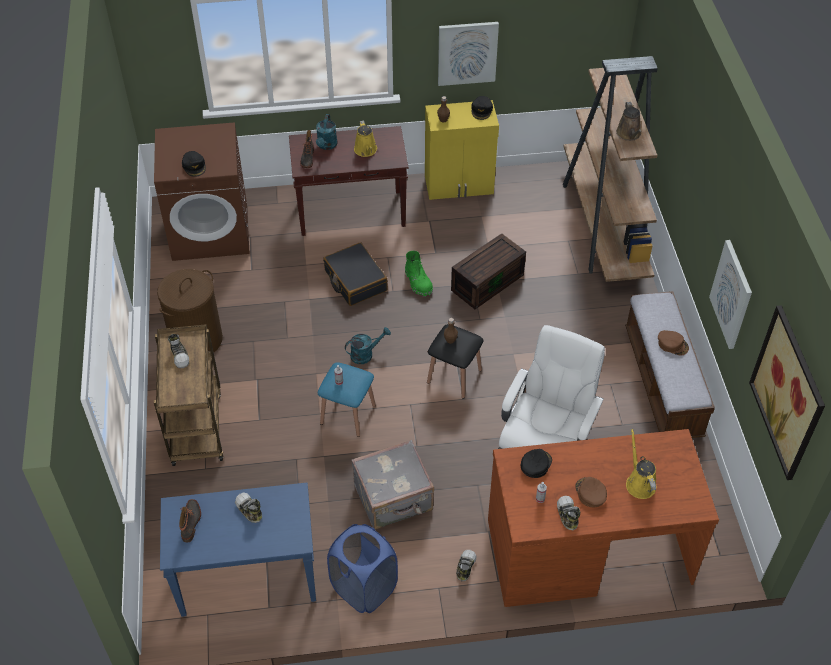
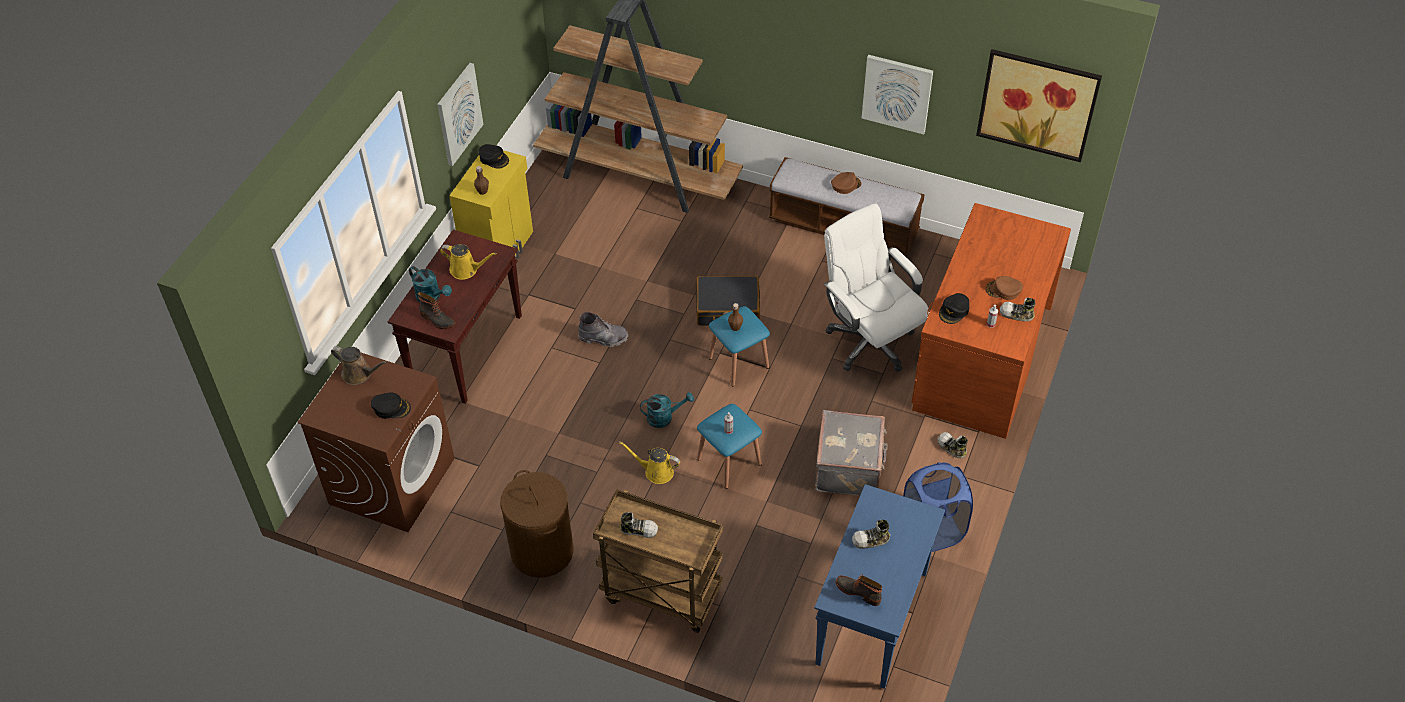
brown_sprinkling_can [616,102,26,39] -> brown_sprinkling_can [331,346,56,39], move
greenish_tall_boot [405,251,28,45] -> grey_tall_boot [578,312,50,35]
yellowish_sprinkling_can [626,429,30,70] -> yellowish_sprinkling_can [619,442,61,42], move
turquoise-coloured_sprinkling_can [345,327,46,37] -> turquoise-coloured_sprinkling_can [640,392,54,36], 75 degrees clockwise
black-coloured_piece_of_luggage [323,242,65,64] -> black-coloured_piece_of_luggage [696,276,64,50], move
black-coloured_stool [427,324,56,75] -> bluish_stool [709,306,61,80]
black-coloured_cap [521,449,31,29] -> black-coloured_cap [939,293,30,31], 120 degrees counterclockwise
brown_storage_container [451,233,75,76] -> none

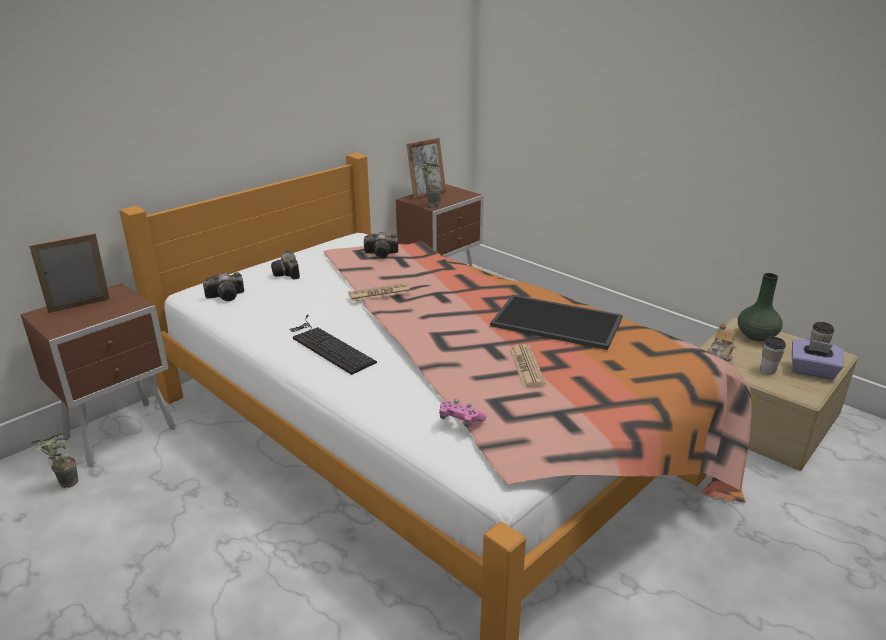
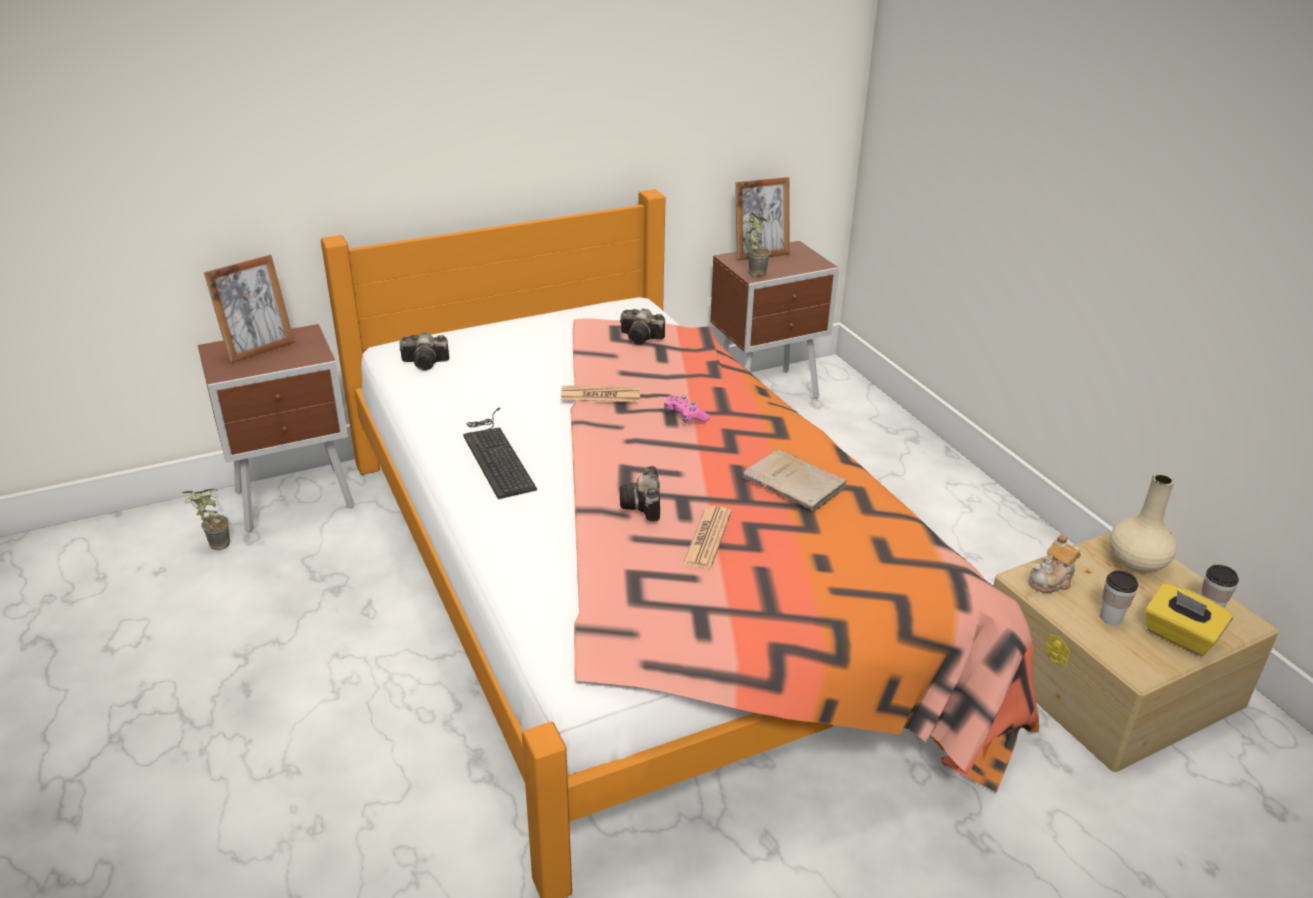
standing_frame [29,233,81,80] -> standing_frame [204,255,91,108], 150 degrees clockwise
photo_camera [271,250,29,29] -> photo_camera [620,466,40,56], move
pinkish_joypad [439,399,48,28] -> pinkish_joypad [664,395,46,28], move
serving_tray [490,295,132,55] -> beige_volume [743,449,105,62]
greenish_vase [738,273,45,69] -> beige_vase [1109,474,68,99]
purple_box_of_tissues [792,340,52,40] -> yellowish_box_of_tissues [1145,583,89,73]

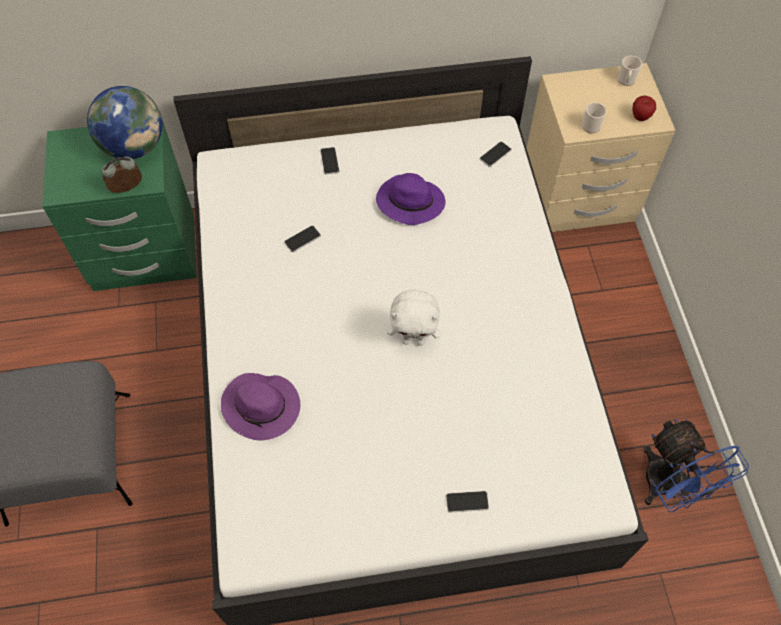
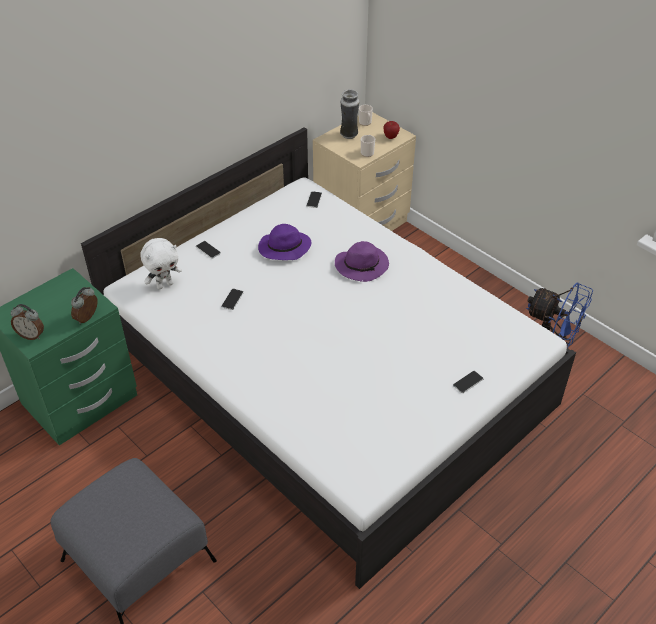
none -> alarm_clock [11,304,33,36]
white-coloured_soft_toy [387,290,54,56] -> white-coloured_soft_toy [140,238,42,51], move
purple_wearable_hat [221,373,80,68] -> purple_wearable_hat [335,241,54,41], move
none -> vase [340,89,19,50]
globe [87,86,75,73] -> none

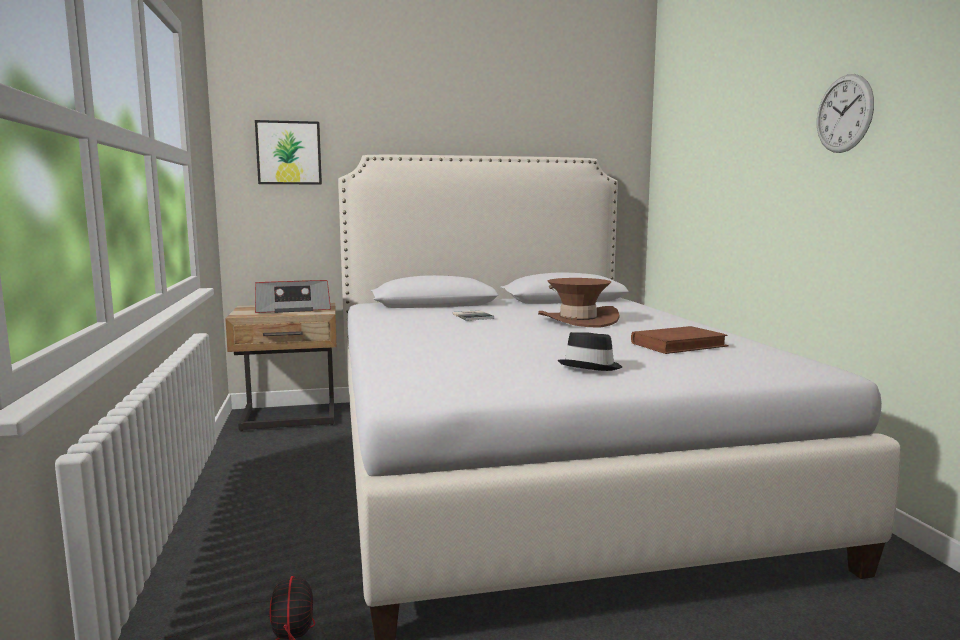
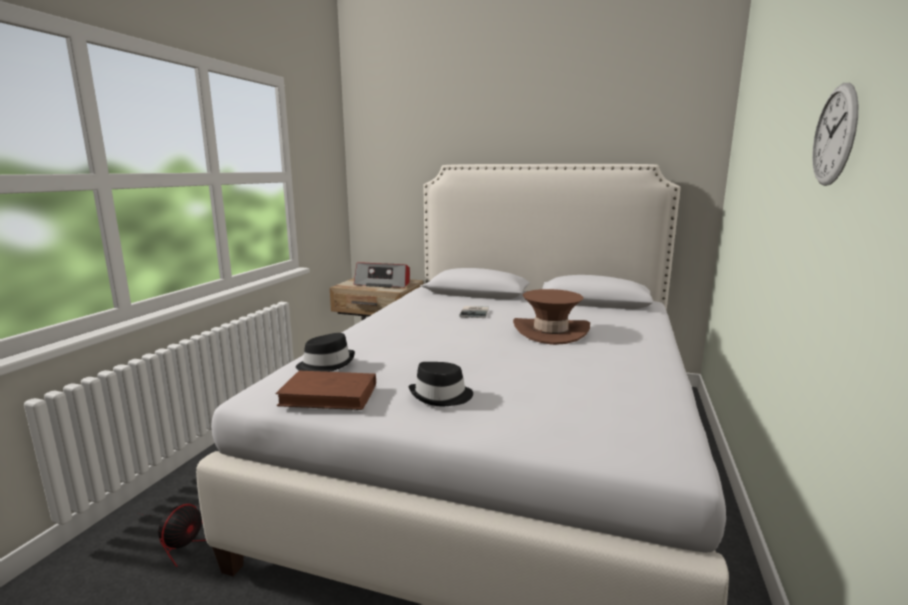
brown_volume [631,326,98,28] -> brown_volume [275,371,101,39], move
none -> black-coloured_wearable_hat [296,333,59,39]
picture [255,120,67,65] -> none

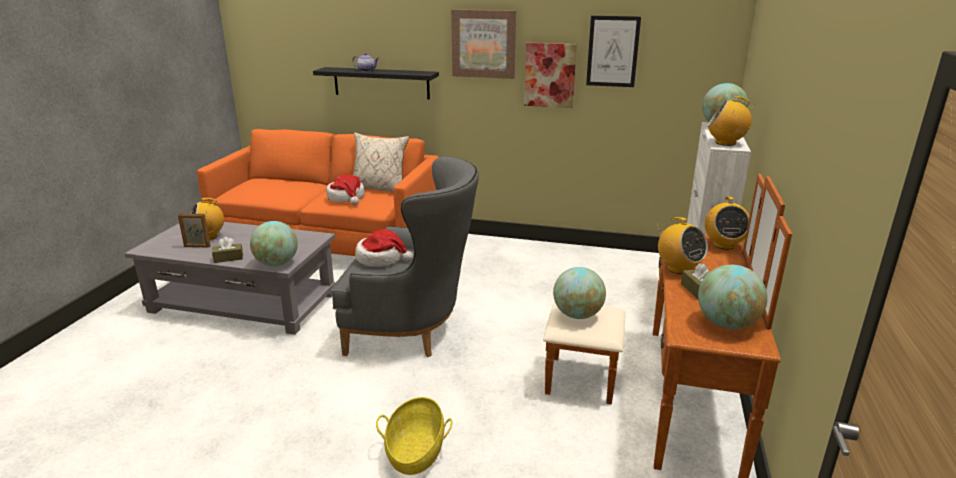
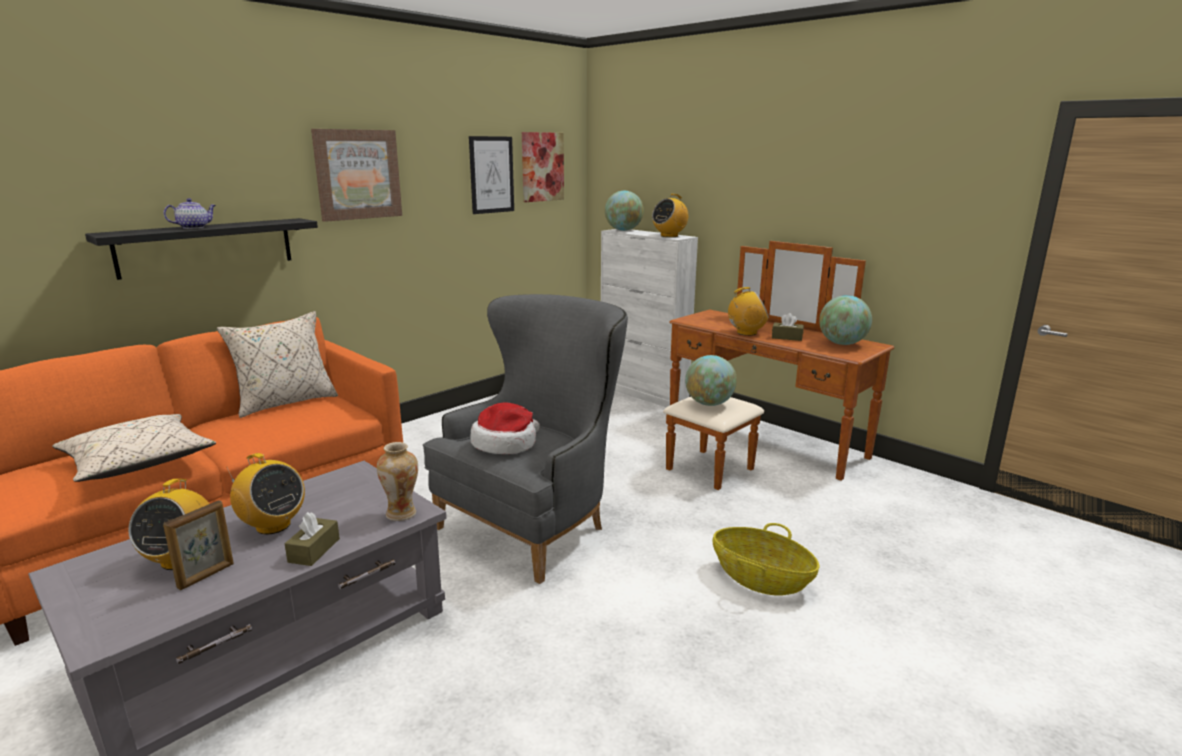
none -> beige_pillow [52,414,164,68]
radio_receiver [705,197,45,53] -> radio_receiver [227,453,78,82], move
globe [250,221,48,45] -> vase [377,442,41,79]
picture [524,43,53,65] -> picture [522,132,42,70], move
wearable_hat [326,174,39,31] -> none

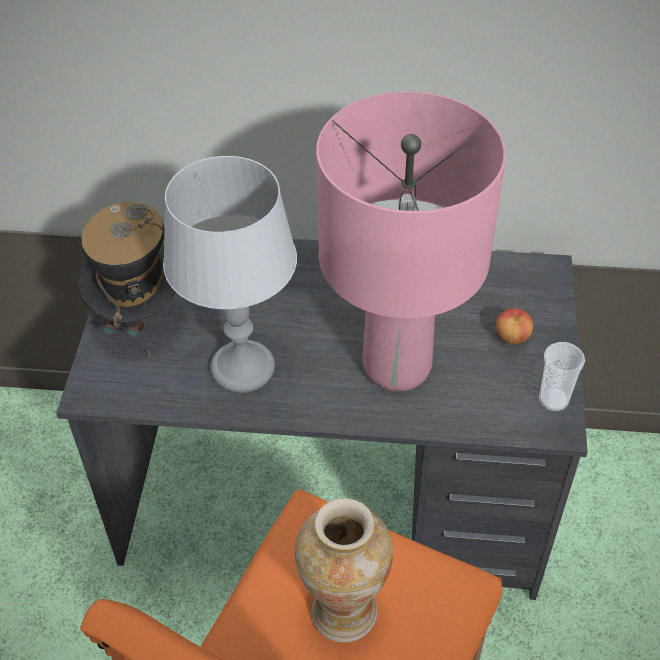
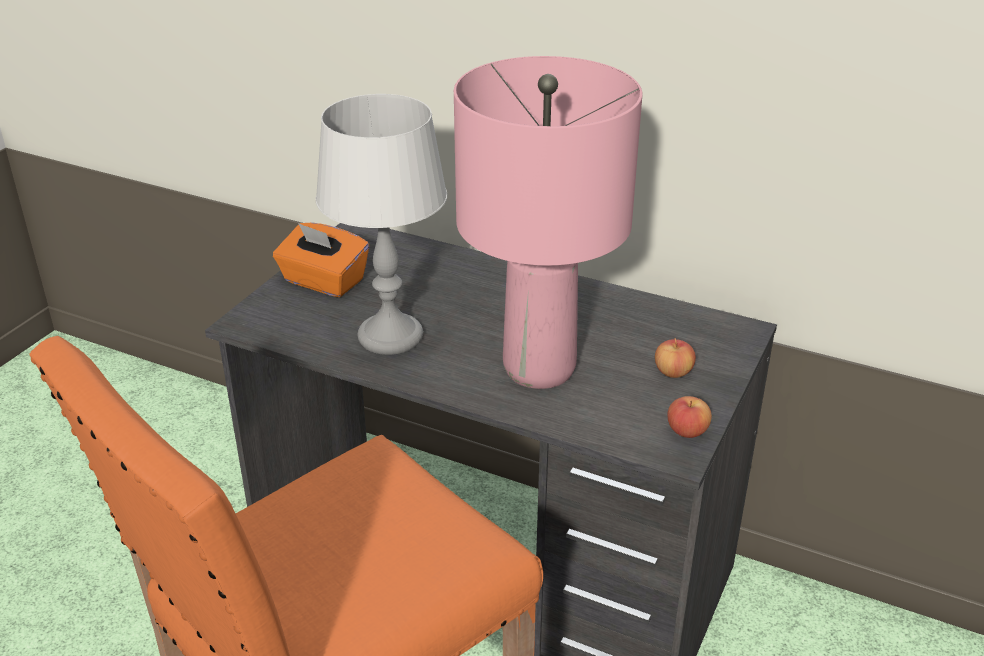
wearable_hat [79,201,97,157] -> orange_box_of_tissues [273,222,96,75]
cup [539,342,46,69] -> apple_fruit [667,396,45,42]
vase [295,498,98,144] -> none

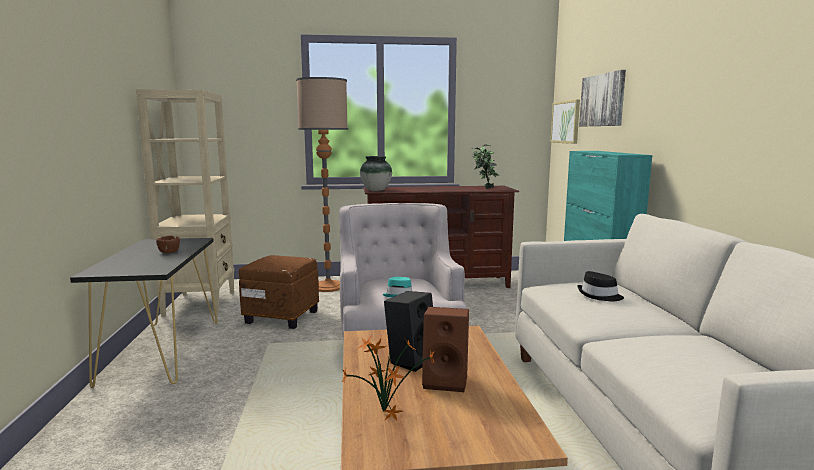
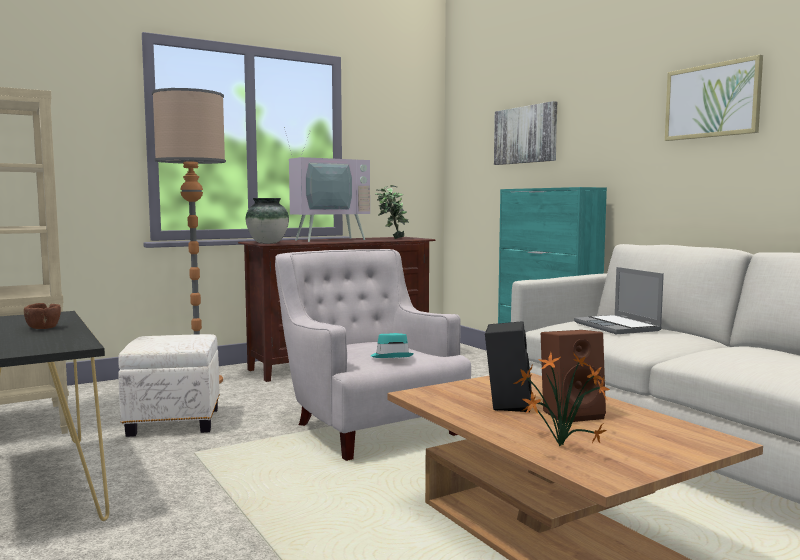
brown_footrest [239,255,80,74] -> white-coloured_footrest [118,334,102,103]
none -> TV [284,127,86,115]
black-coloured_wearable_hat [577,271,47,30] -> notebook_computer [574,267,90,67]
picture [551,99,29,45] -> picture [665,55,98,86], move

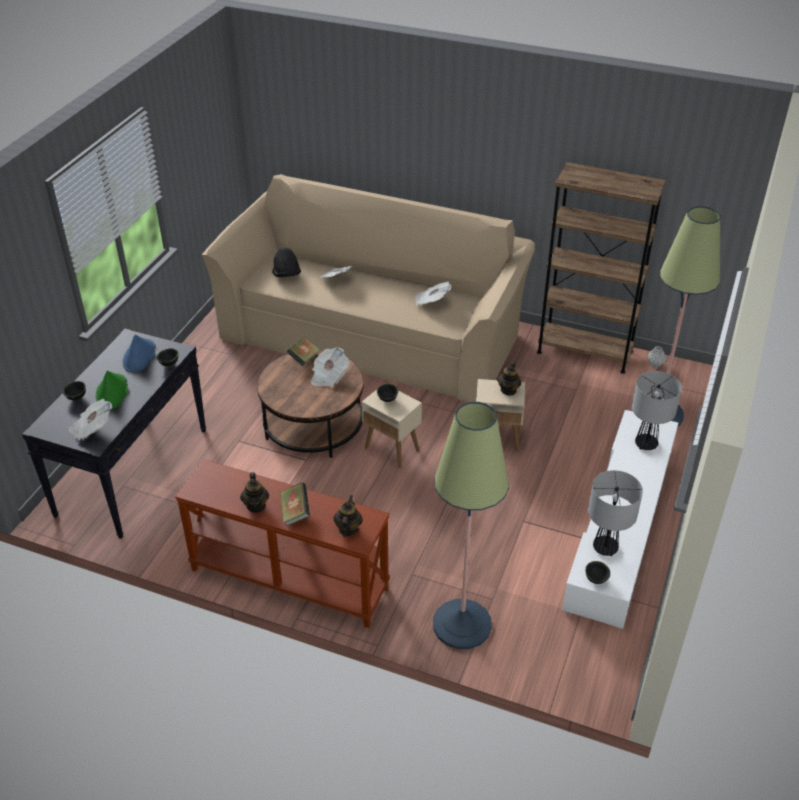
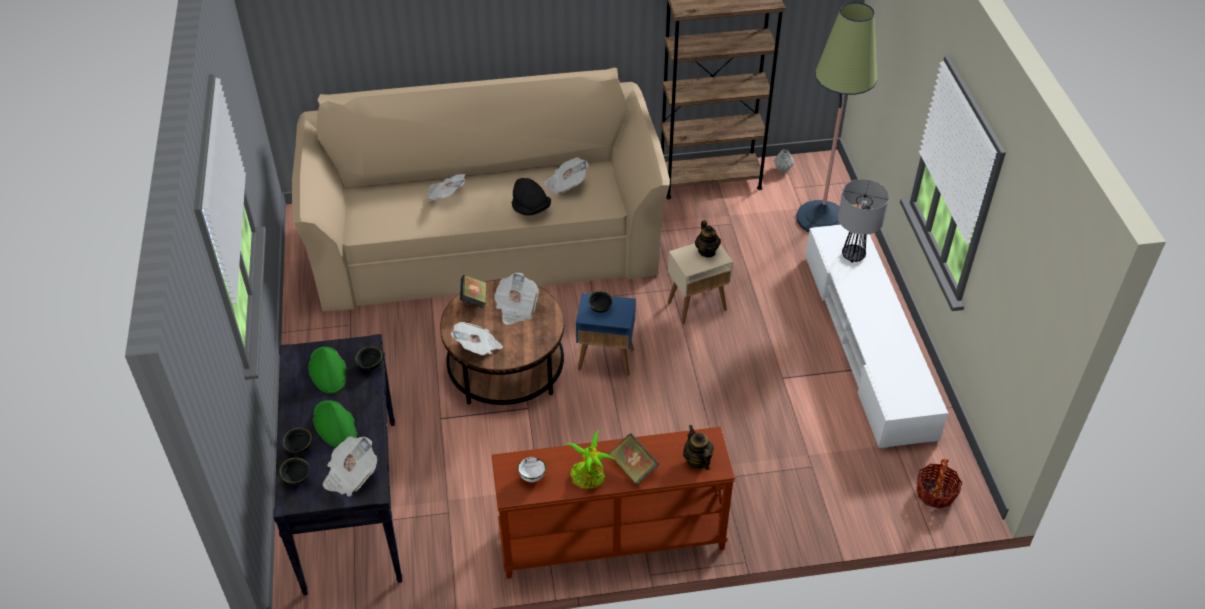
black-coloured_serving_bowl [585,561,25,23] -> black-coloured_serving_bowl [279,458,31,27], move
bluish_wearable_hat [123,335,33,37] -> greenish_wearable_hat [308,347,39,47]
none -> newspaper [451,322,52,34]
black-coloured_wearable_hat [272,247,29,30] -> black-coloured_wearable_hat [512,178,39,37], move
none -> white-coloured_serving_bowl [517,457,30,25]
pot_for_tea [240,472,29,41] -> houseplant [566,430,48,59]
beige_side_table [362,383,60,85] -> bluish_side_table [576,293,60,83]
none -> basket [917,459,45,50]
standard_lamp [433,402,76,247] -> none
tabletop_lamp [588,470,55,86] -> none

